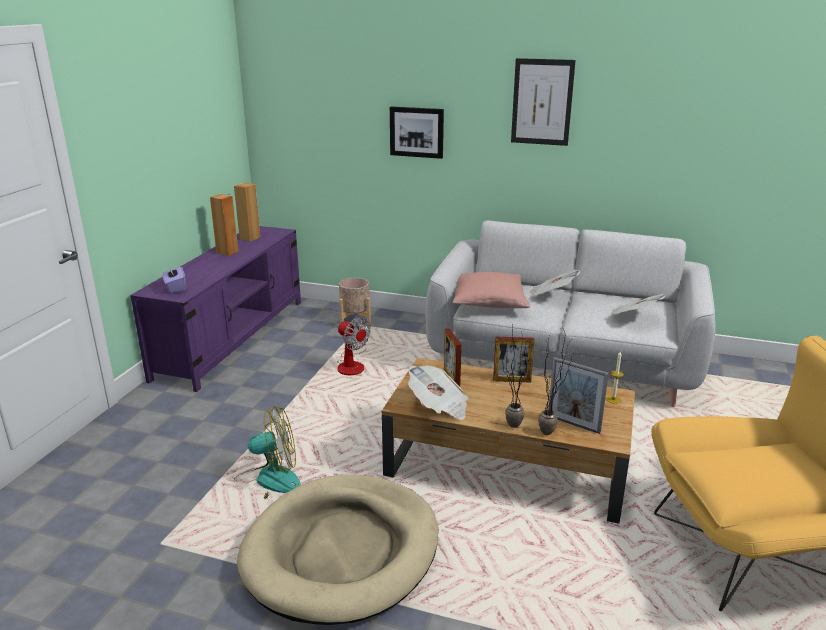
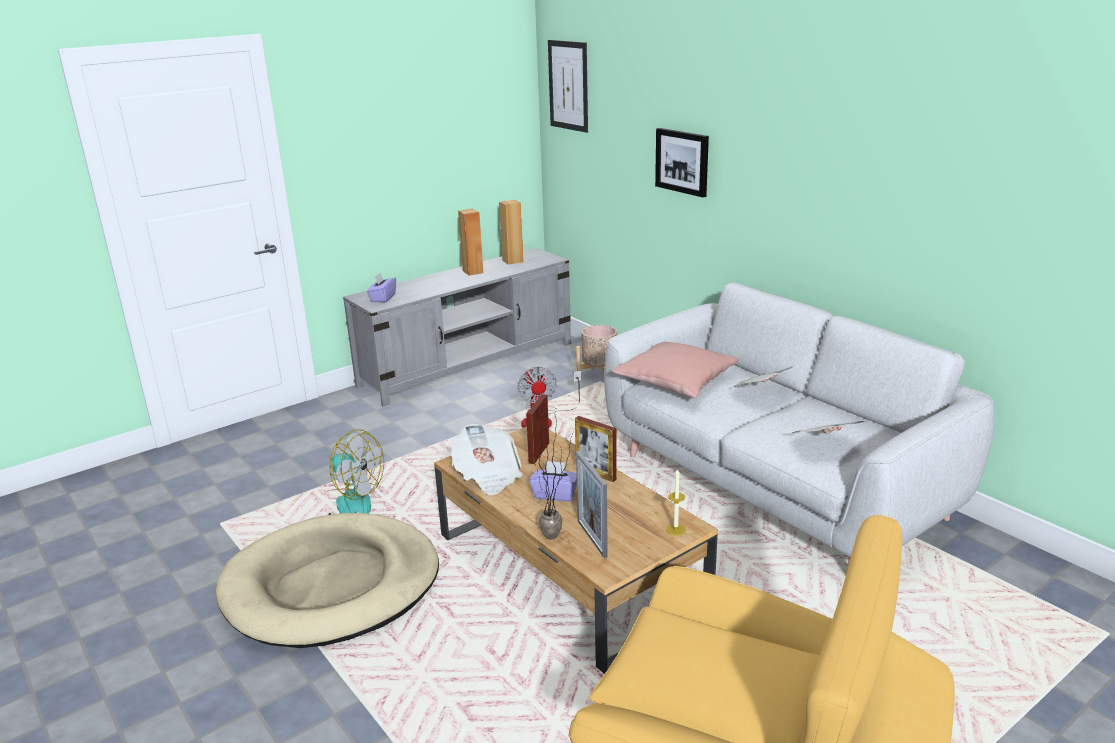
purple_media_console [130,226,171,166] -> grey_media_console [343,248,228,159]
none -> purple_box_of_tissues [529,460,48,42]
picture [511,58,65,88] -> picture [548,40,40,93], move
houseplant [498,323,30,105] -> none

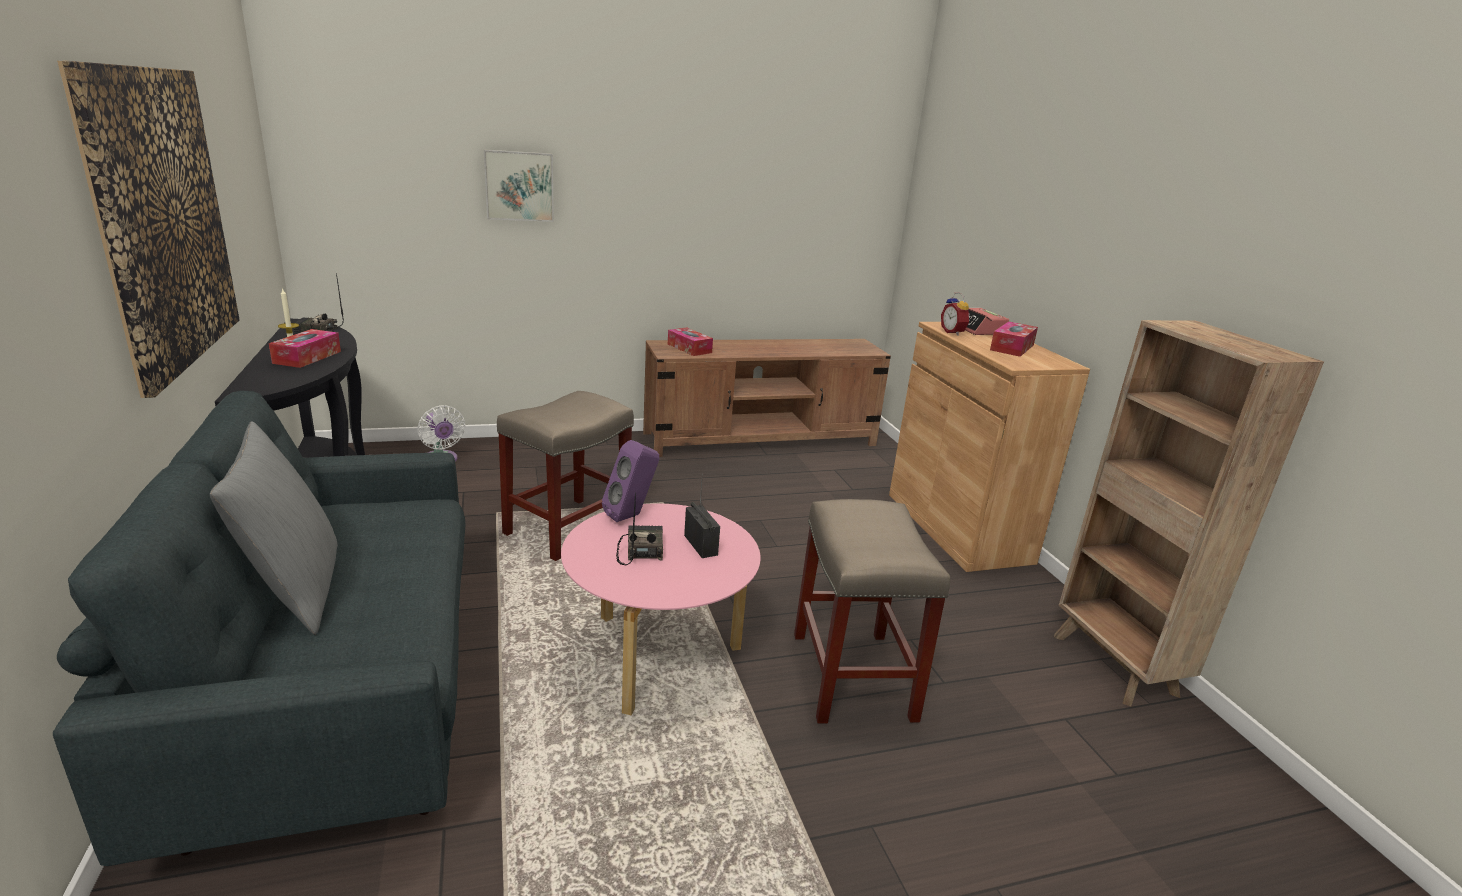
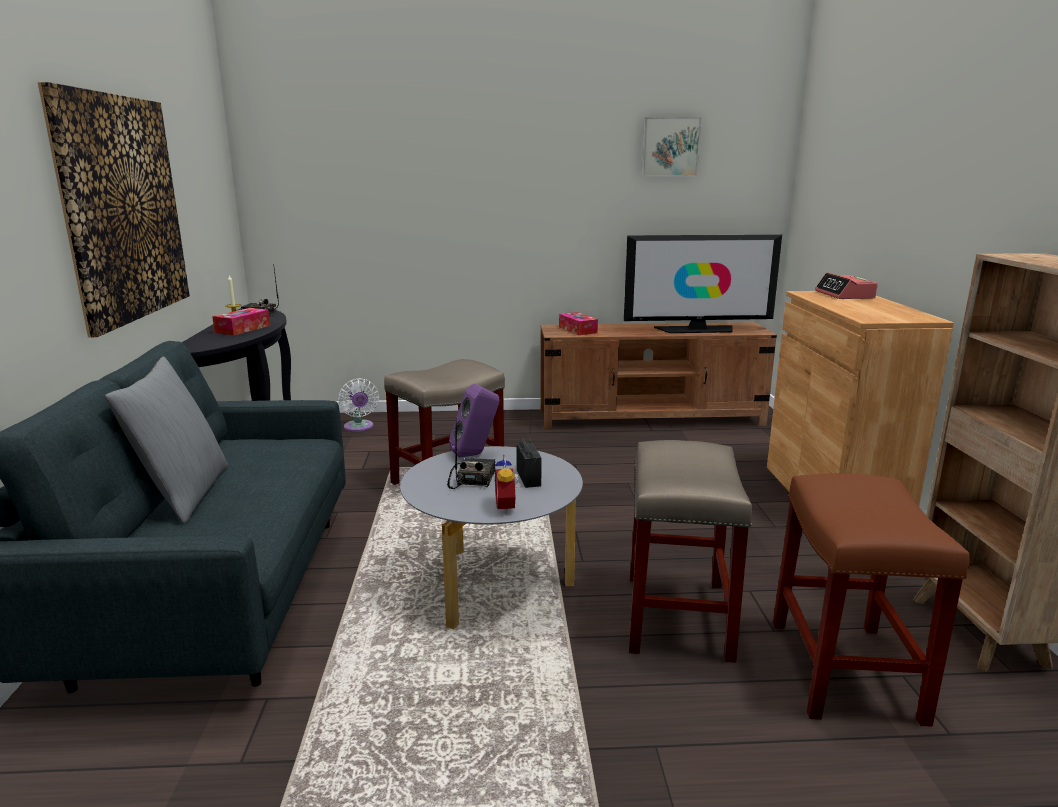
pinkish_coffee_table [561,504,200,211] -> grey_coffee_table [400,446,183,183]
alarm_clock [941,292,29,44] -> alarm_clock [495,454,27,60], move
none -> TV [624,234,158,99]
picture [484,150,70,72] -> picture [641,117,61,60], move
none -> brown_stool [773,473,197,254]
box_of_tissues [990,322,48,35] -> none

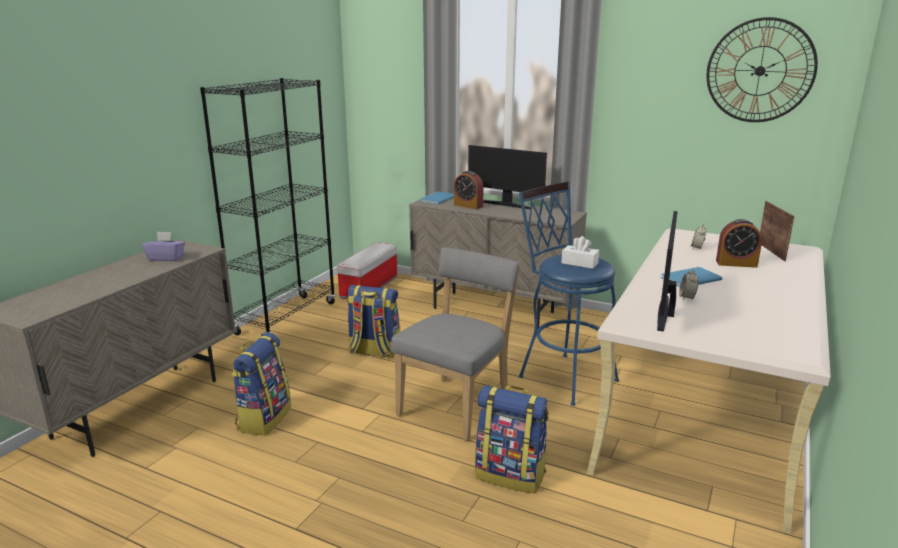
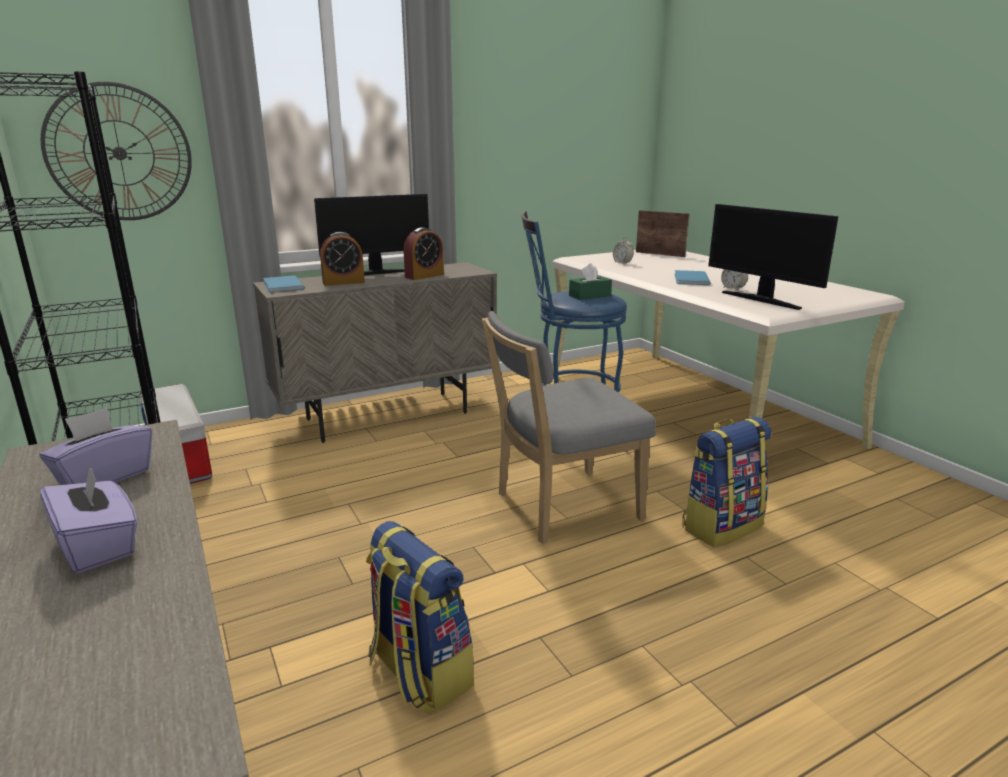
clock_on_the_wall [707,17,111,105] -> clock_on_the_wall [41,82,151,138], move
none -> purple_box_of_tissues [41,463,97,110]
alarm_clock [716,219,46,49] -> alarm_clock [404,227,40,53], move
grey_plain_chair [391,247,129,194] -> grey_plain_chair [482,311,174,233], 90 degrees counterclockwise
white-coloured_box_of_tissues [561,236,38,33] -> greenish_box_of_tissues [569,263,43,37]
rucksack [347,285,53,73] -> none

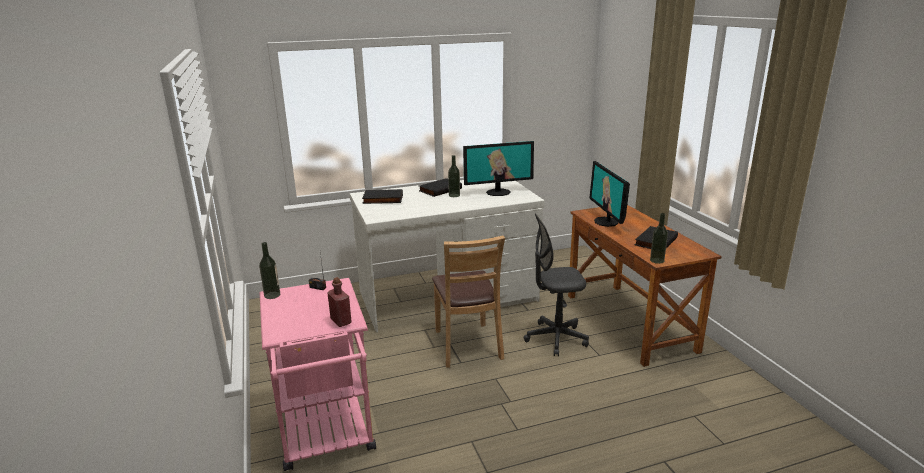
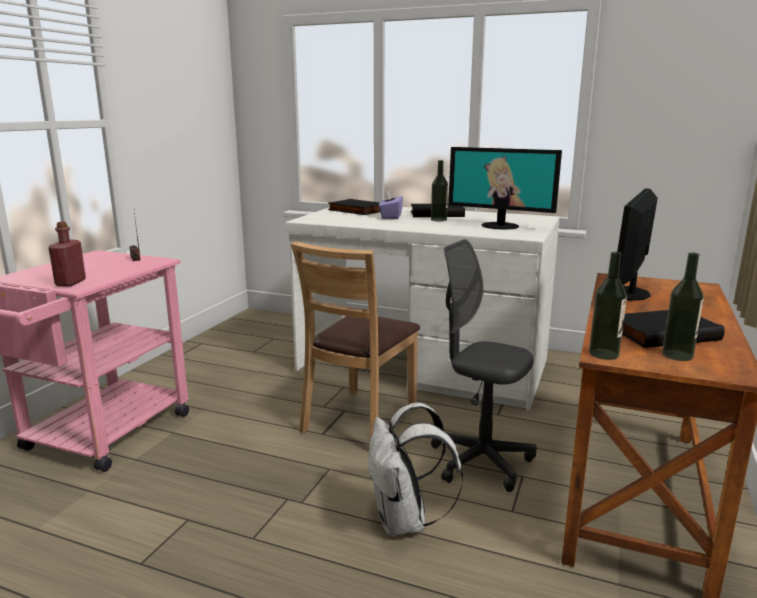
none -> white-coloured_rucksack [368,403,95,133]
none -> purple_box_of_tissues [379,190,24,29]
beverage_bottle [259,242,21,57] -> beverage_bottle [662,252,42,109], move

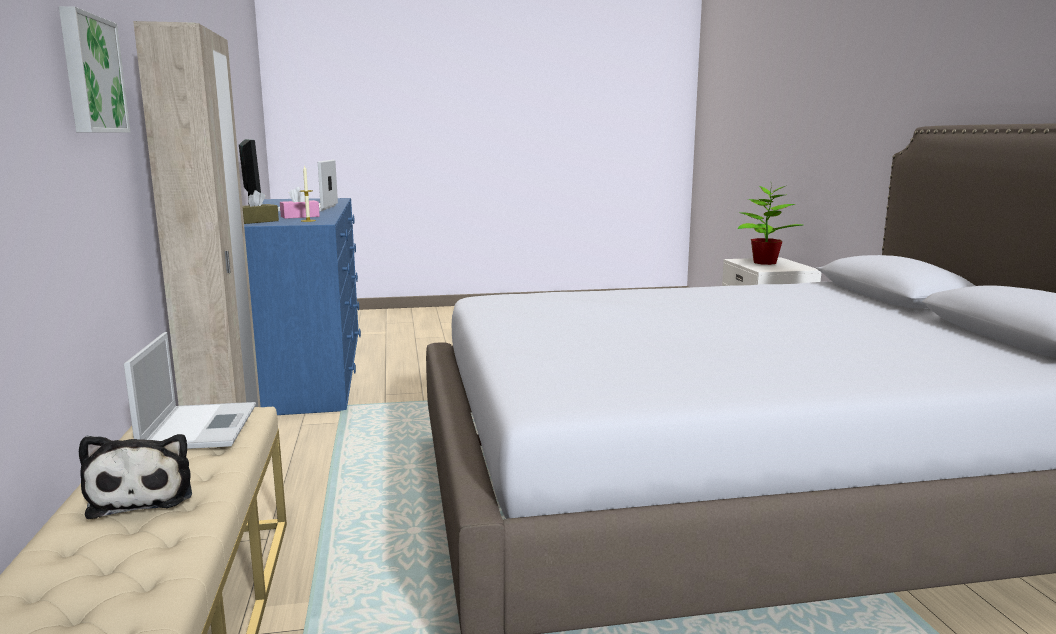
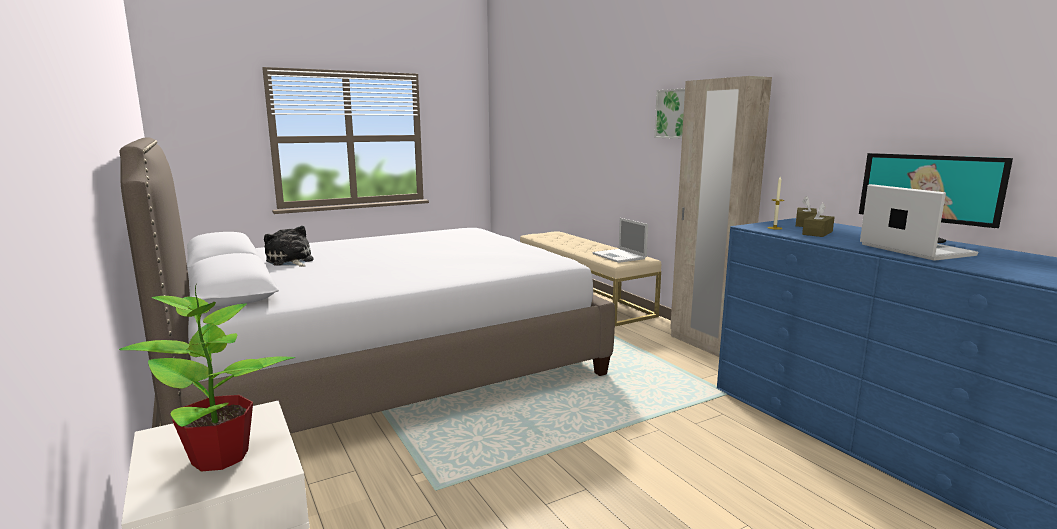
soft_toy [79,434,113,85] -> soft_toy [264,226,50,41], move
pinkish_box_of_tissues [280,187,40,32] -> brown_box_of_tissues [802,203,33,34]

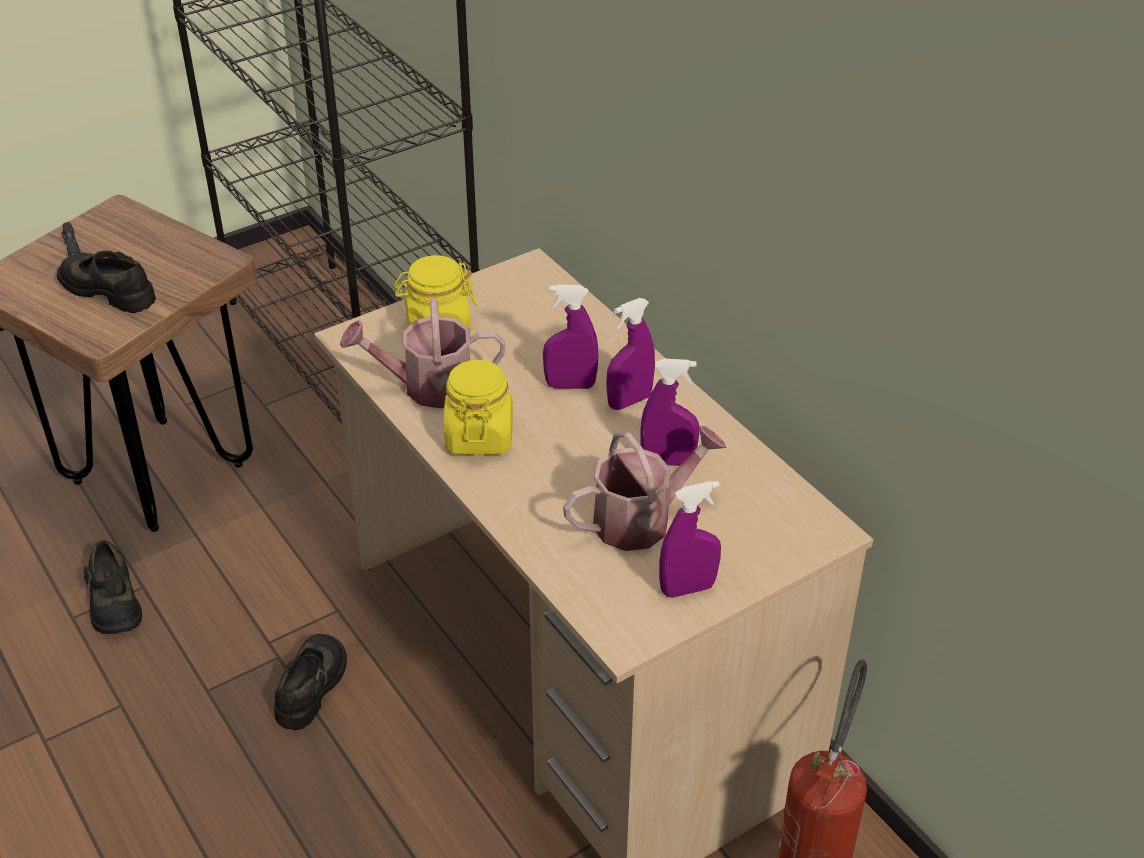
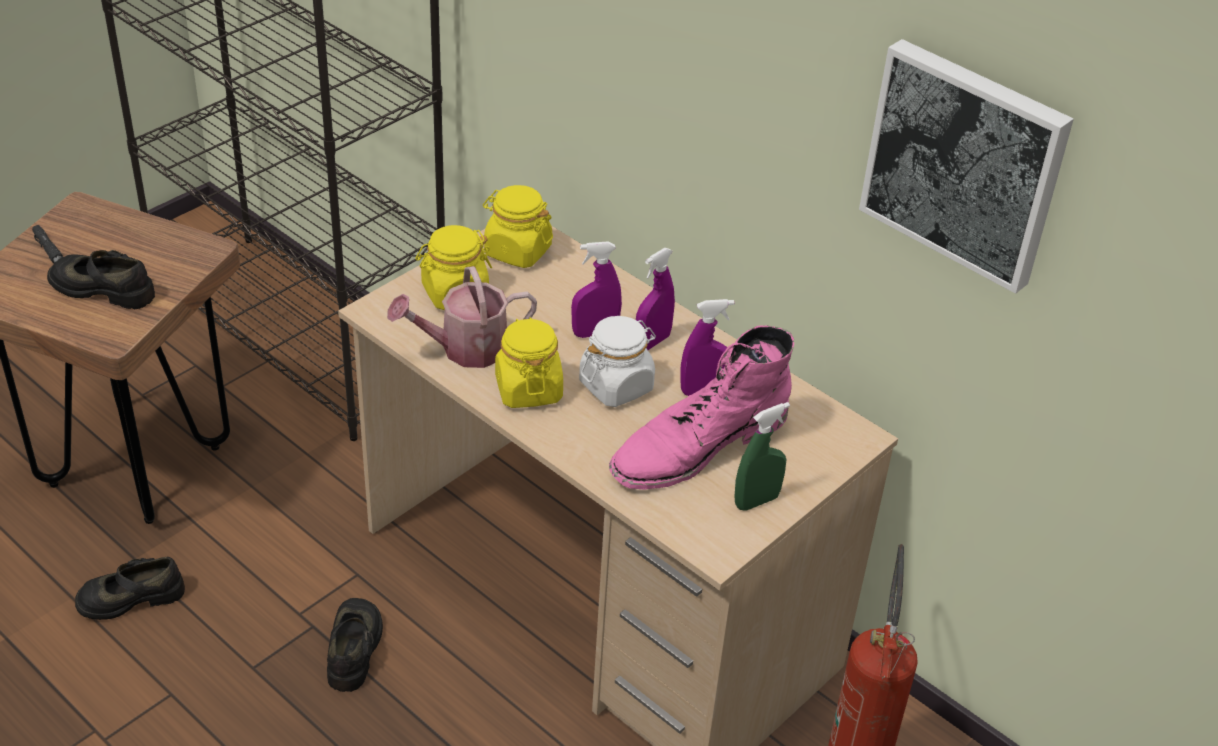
black-coloured_shoe [84,540,58,94] -> black-coloured_shoe [75,557,110,63], 105 degrees clockwise
none -> yellowish_preserve_jar [483,185,70,83]
none -> white-coloured_preserve_jar [579,316,77,91]
sprinkling_can [563,425,164,126] -> pinkish_tall_boot [609,325,185,165]
purple_hand_sprayer [659,481,62,117] -> greenish_hand_sprayer [735,402,55,109]
none -> picture [859,39,215,255]

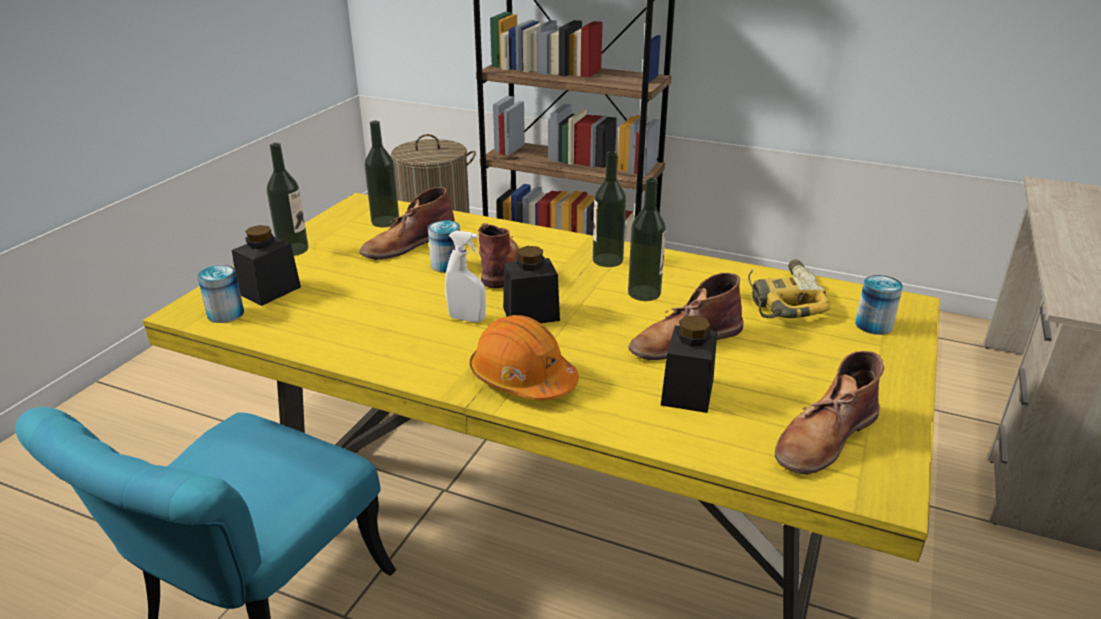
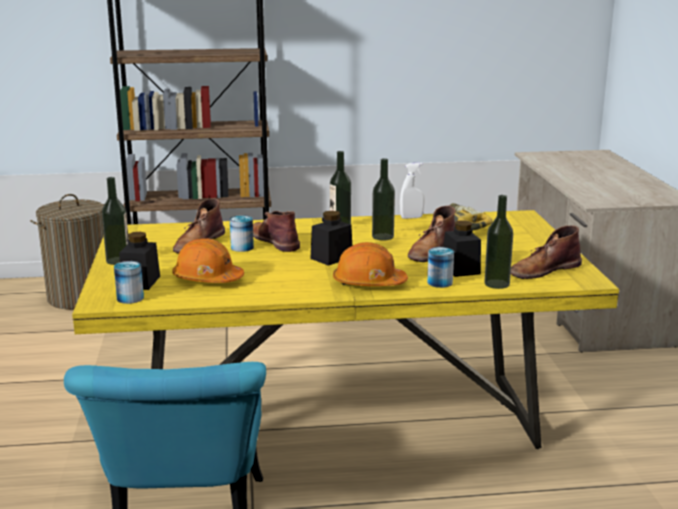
none -> orange_hard_hat [172,238,72,45]
white-coloured_hand_sprayer [445,230,41,92] -> white-coloured_hand_sprayer [400,162,25,57], move
can [855,275,48,60] -> can [427,247,27,41], move
beverage_bottle [365,121,34,106] -> beverage_bottle [484,195,29,94], move
brown_tall_boot [775,351,109,123] -> brown_tall_boot [511,225,71,54], 45 degrees clockwise

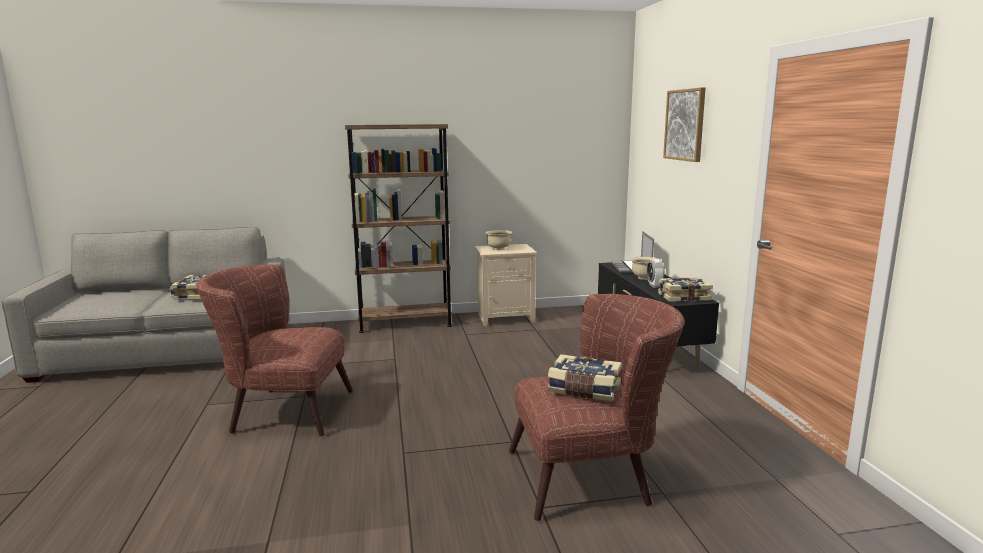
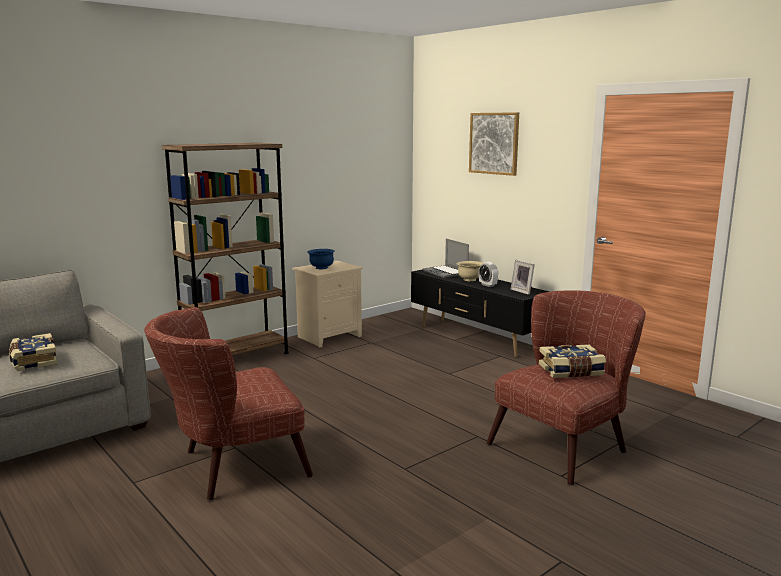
beige_serving_bowl [485,230,27,20] -> bluish_serving_bowl [307,249,28,20]
volume [658,277,55,25] -> standing_frame [511,260,24,35]

